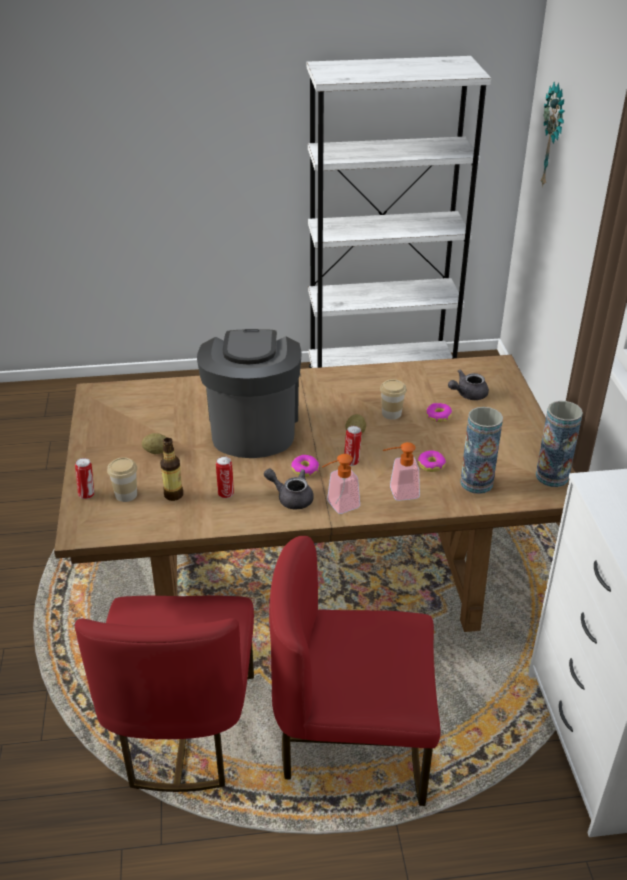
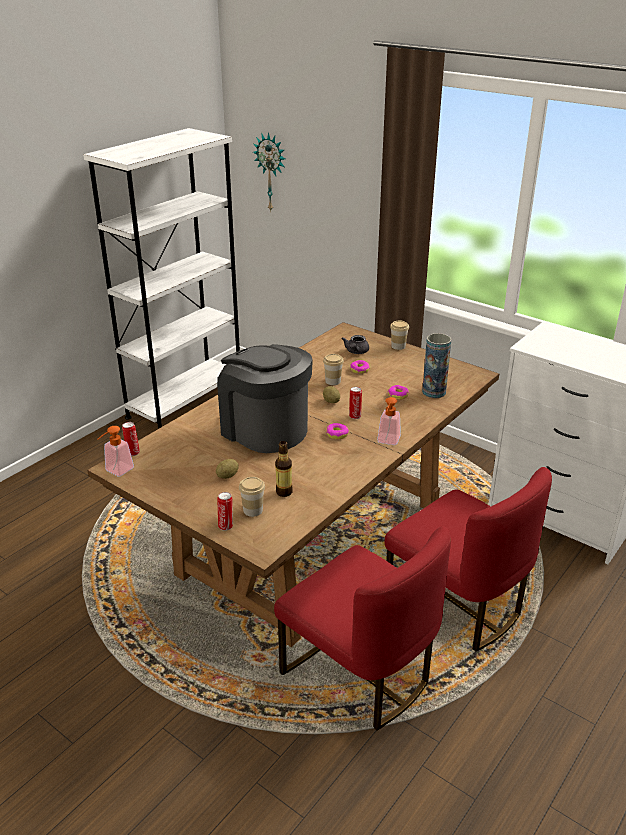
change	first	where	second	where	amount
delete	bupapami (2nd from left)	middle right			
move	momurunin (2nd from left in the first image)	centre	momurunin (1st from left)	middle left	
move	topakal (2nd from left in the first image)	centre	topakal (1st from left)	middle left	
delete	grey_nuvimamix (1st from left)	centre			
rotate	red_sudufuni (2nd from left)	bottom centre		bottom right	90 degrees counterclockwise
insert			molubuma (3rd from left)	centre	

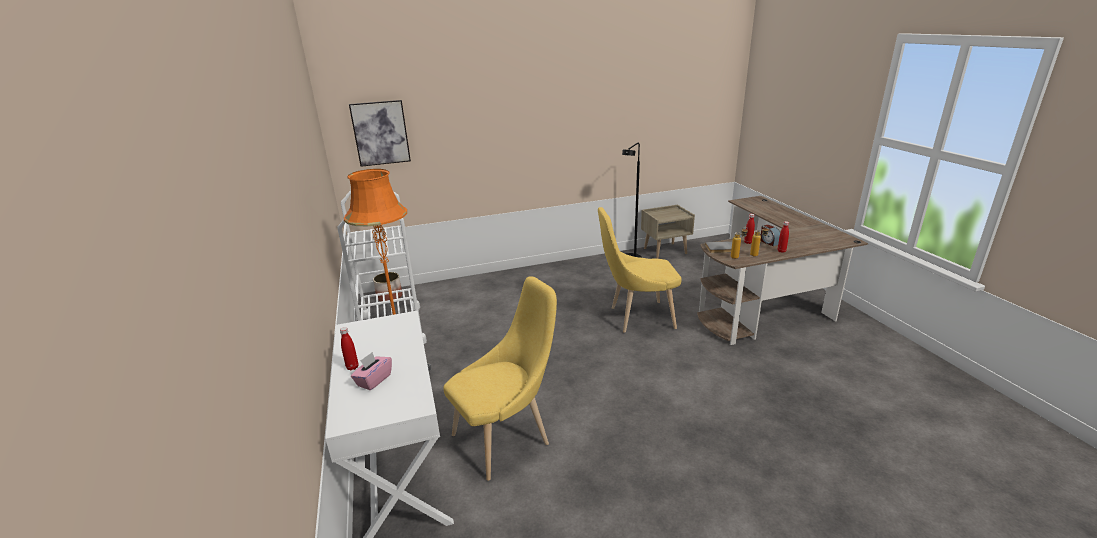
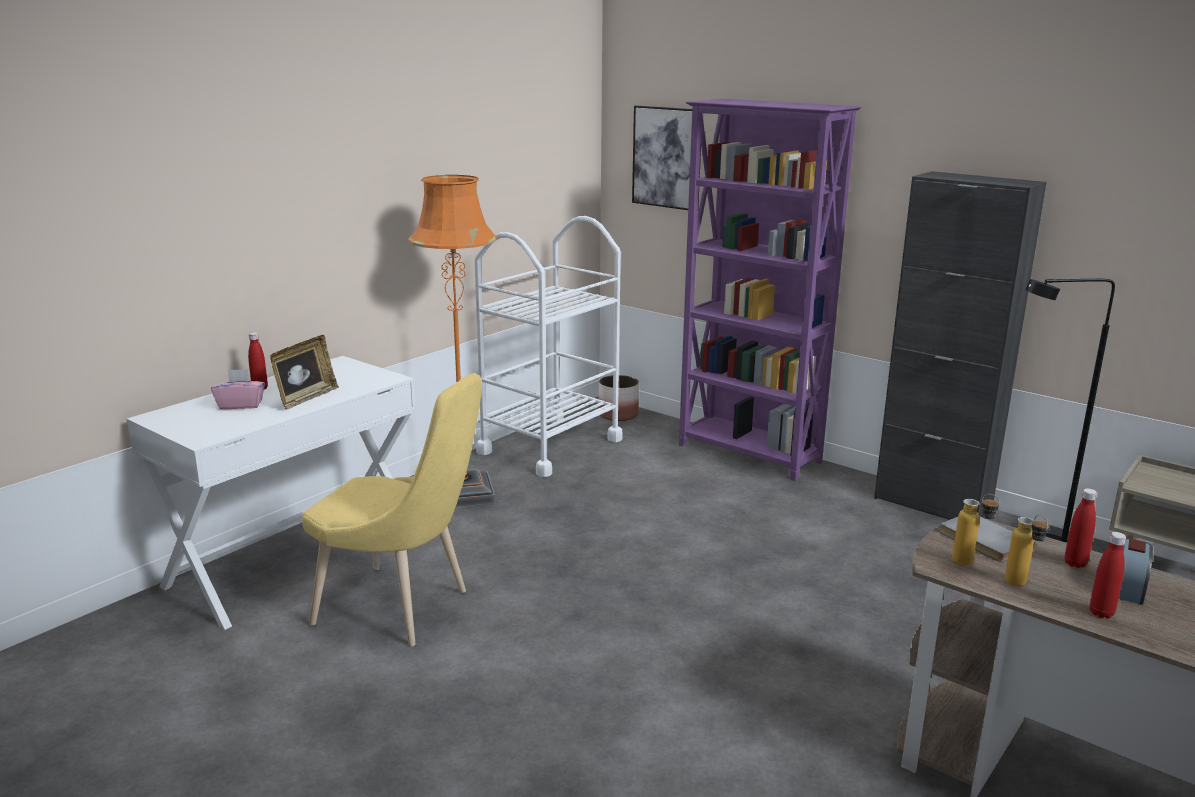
change	first	where	second	where	amount
delete	yellow_sudufuni (2nd from left)	centre			
insert			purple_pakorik	centre	
insert			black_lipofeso	middle right	
insert			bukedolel	middle left	

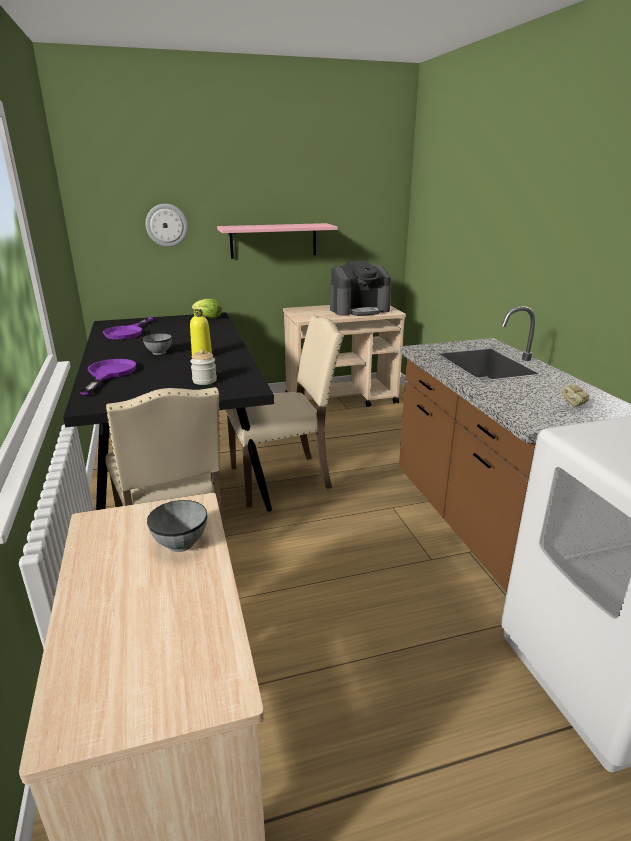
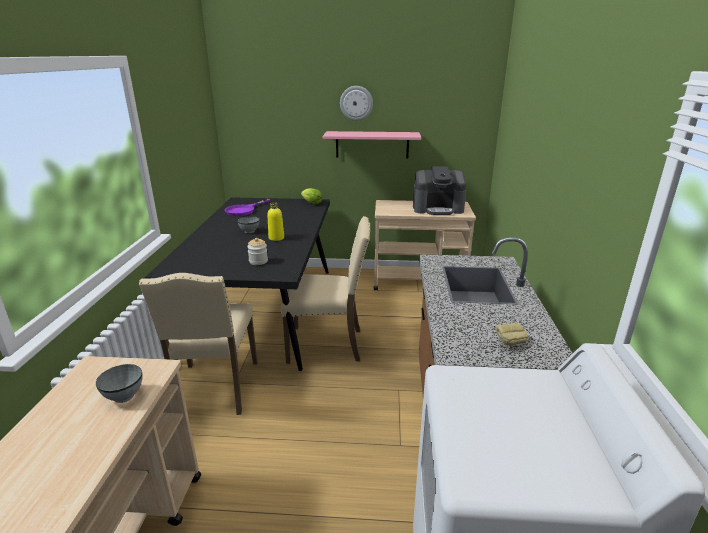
change	first	where	second	where	amount
move	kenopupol	top left		top centre	
delete	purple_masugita (1st from left)	middle left			

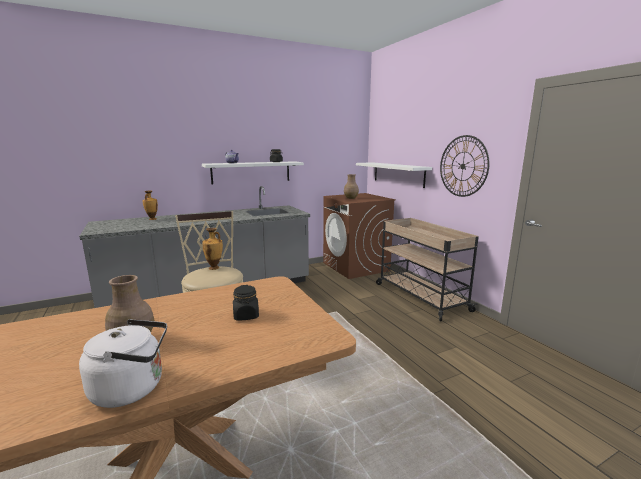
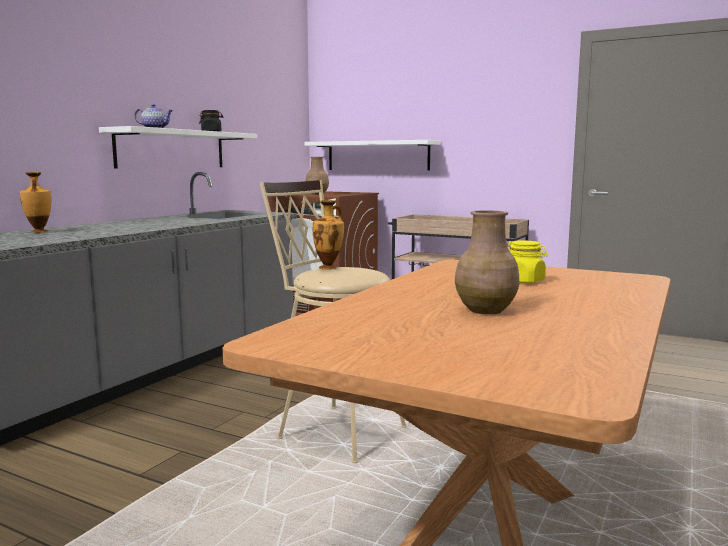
change	first	where	second	where	amount
delete	kenopupol	middle right			
recolor	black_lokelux (1st from left)	centre	yellow_lokelux	middle right	
delete	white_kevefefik	bottom left			

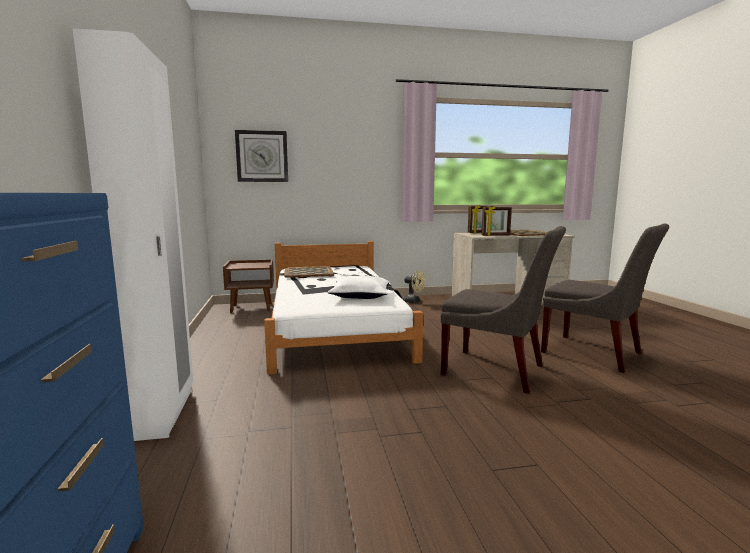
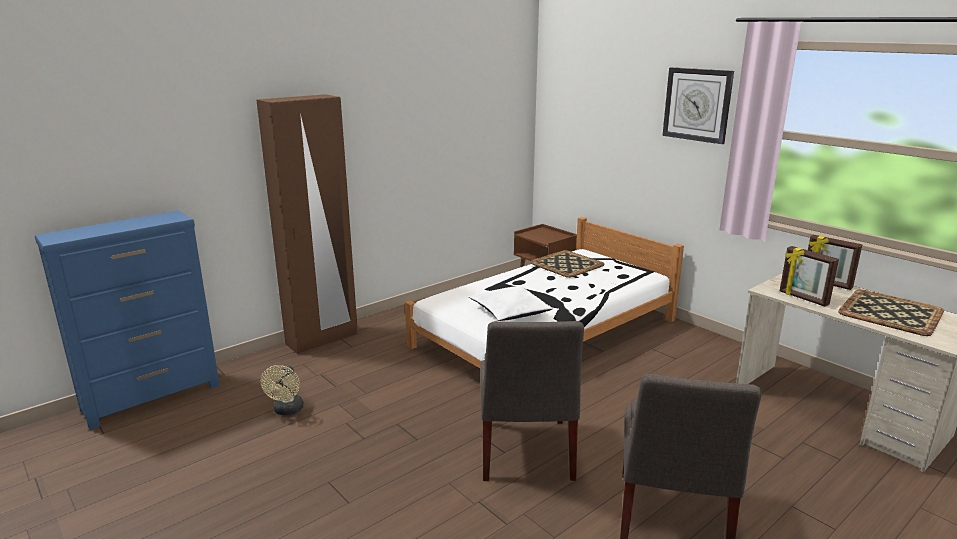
change	first	where	second	where	amount
recolor	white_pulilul	middle left	brown_pulilul	middle left	
move	kenopupol	top centre		top right	
move	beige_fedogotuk	centre		bottom left	

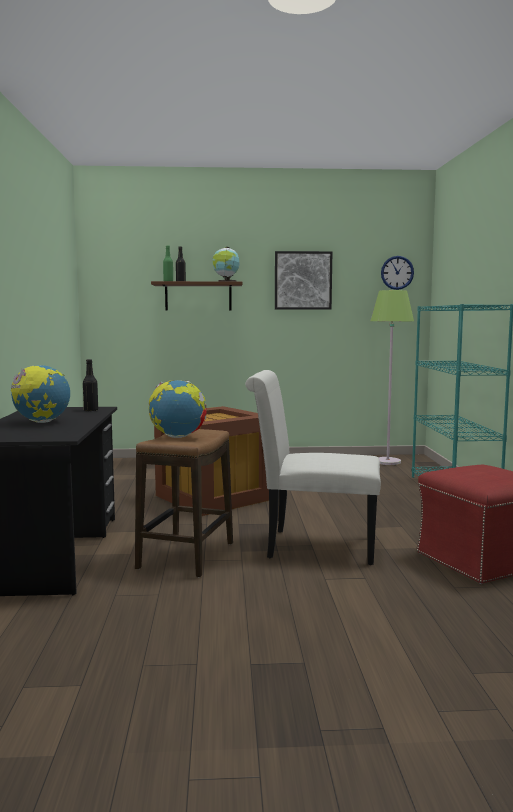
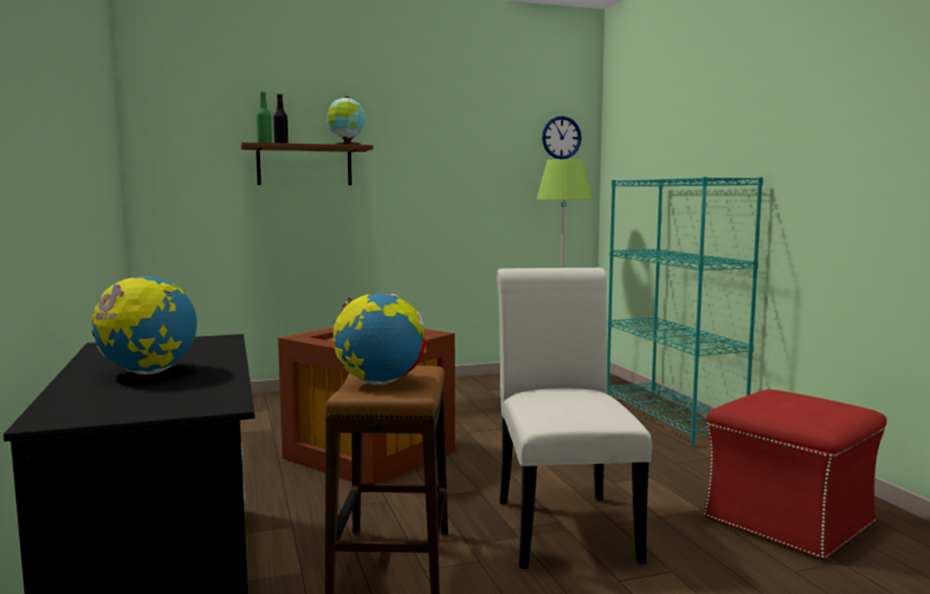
change	first	where	second	where	amount
delete	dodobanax	centre			
delete	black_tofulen (1st from left)	middle left			
rotate	white_sudufuni	centre		bottom centre	90 degrees clockwise

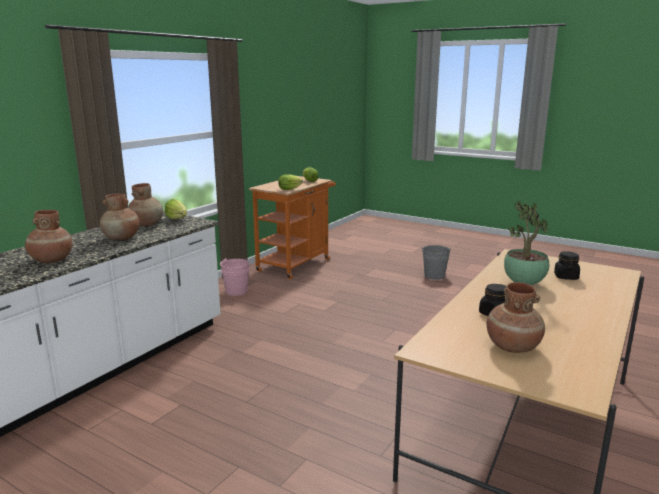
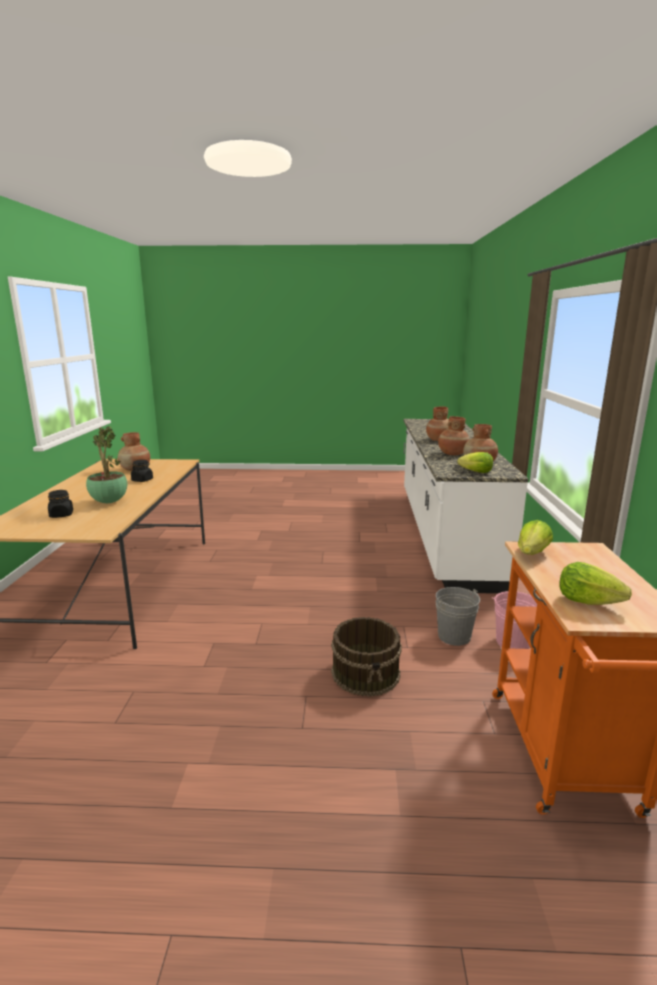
change	first	where	second	where	amount
move	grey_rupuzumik	centre		middle right	
insert			brown_rupuzumik	bottom centre	

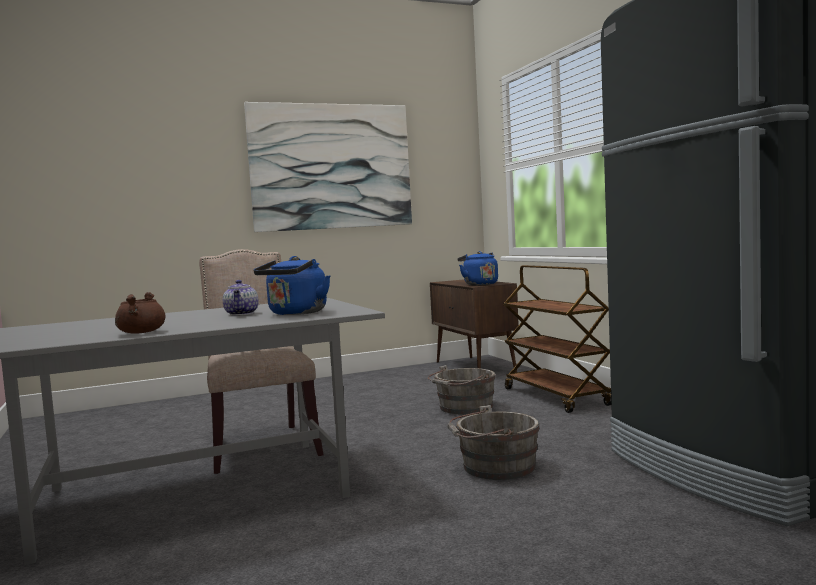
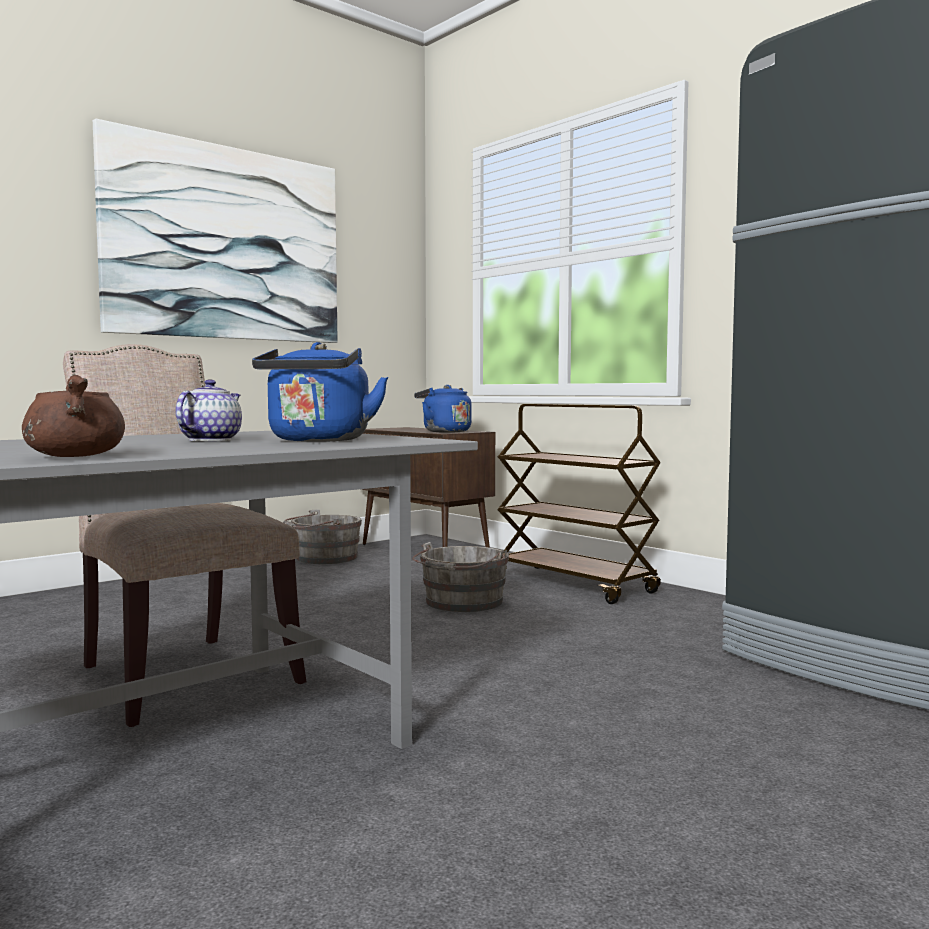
change	first	where	second	where	amount
rotate	nuvimamix	middle left		middle left	135 degrees counterclockwise
move	grey_rupuzumik (2nd from left in the first image)	bottom centre	grey_rupuzumik (1st from left)	centre	

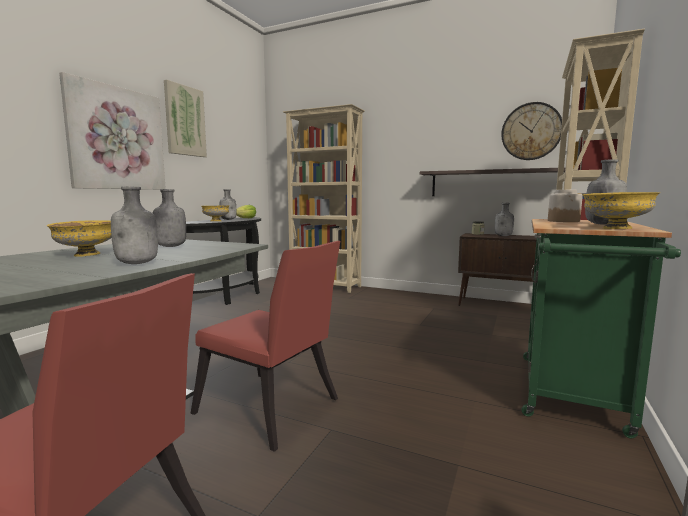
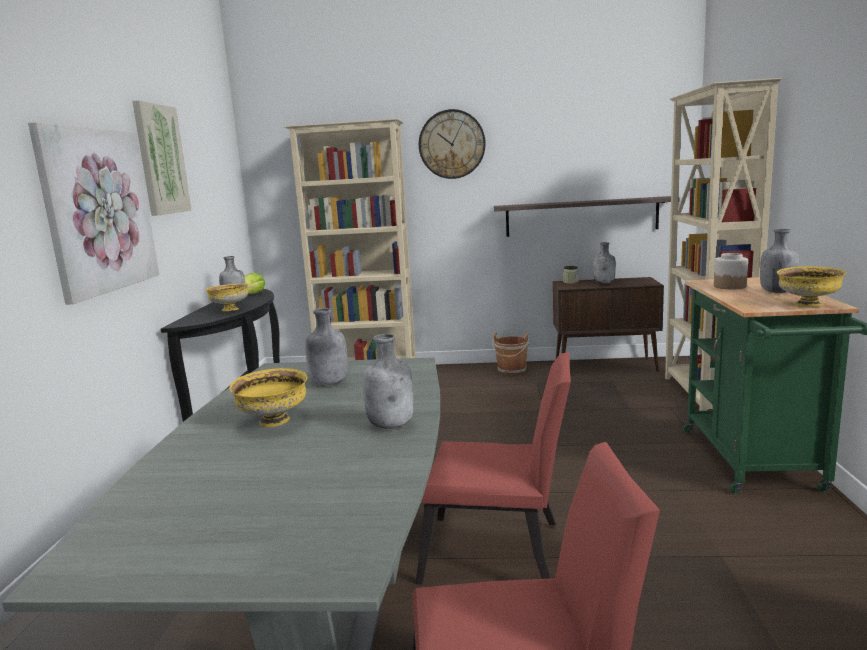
change	first	where	second	where	amount
move	kenopupol	top right		top centre	
insert			brown_rupuzumik	centre	

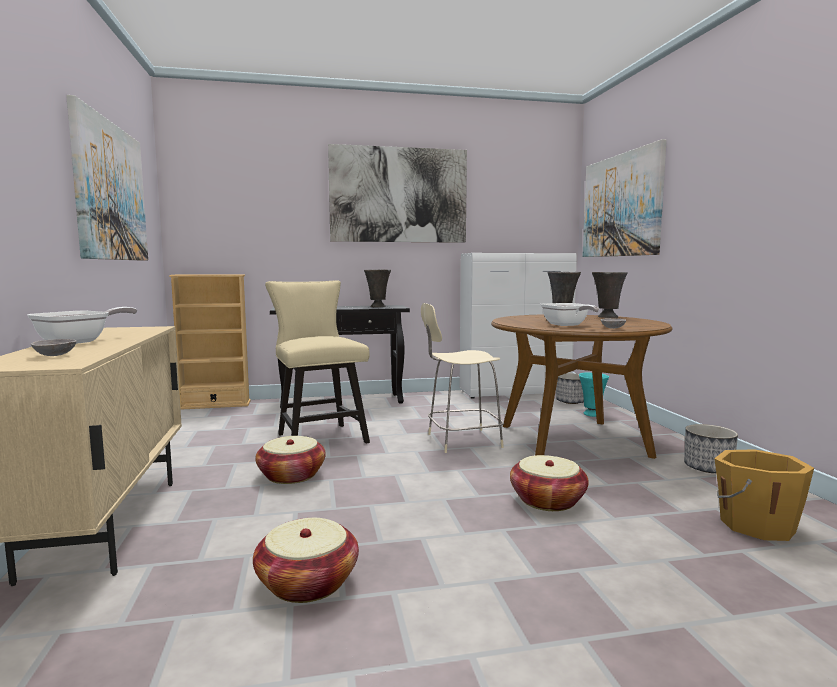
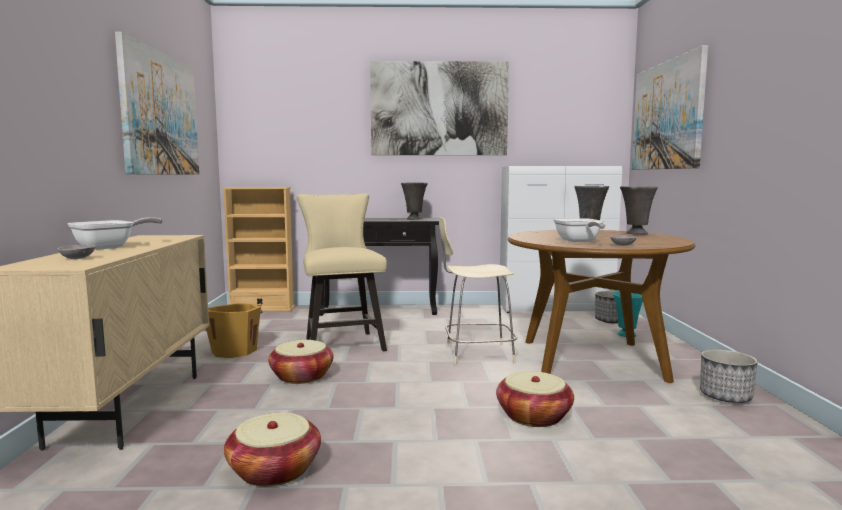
change	first	where	second	where	amount
move	orange_rupuzumik	bottom right		middle left	

